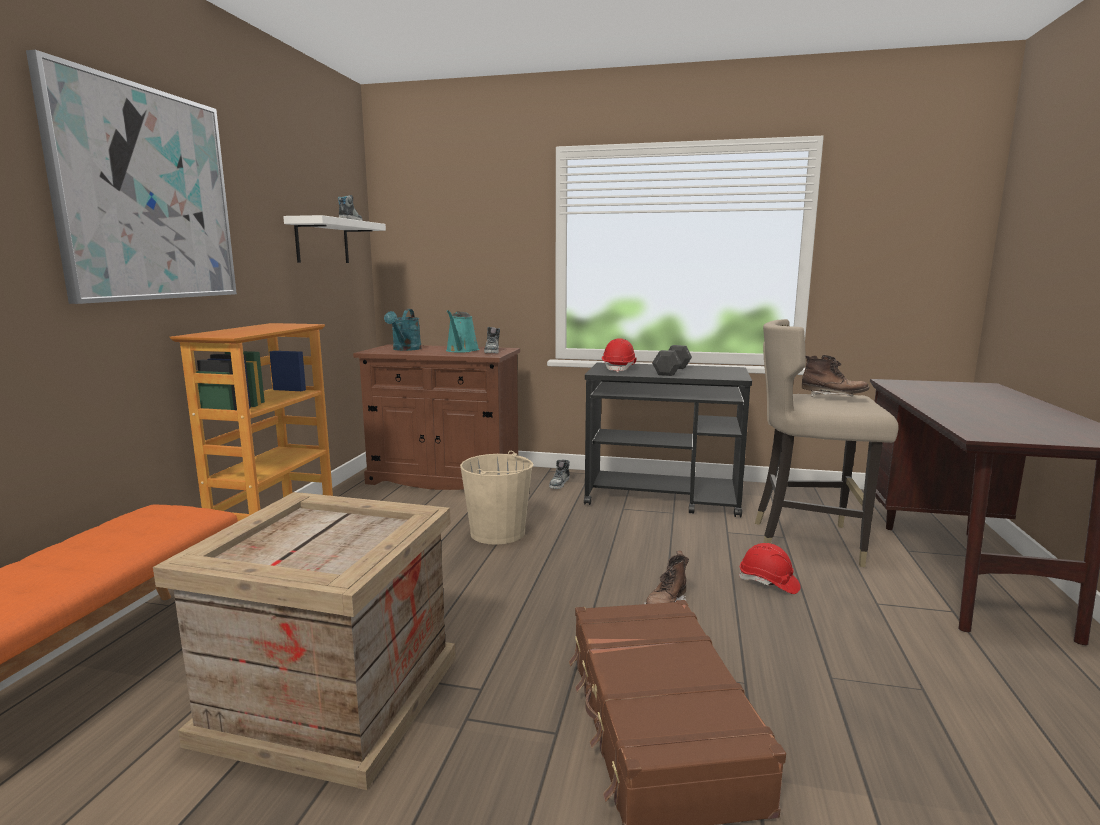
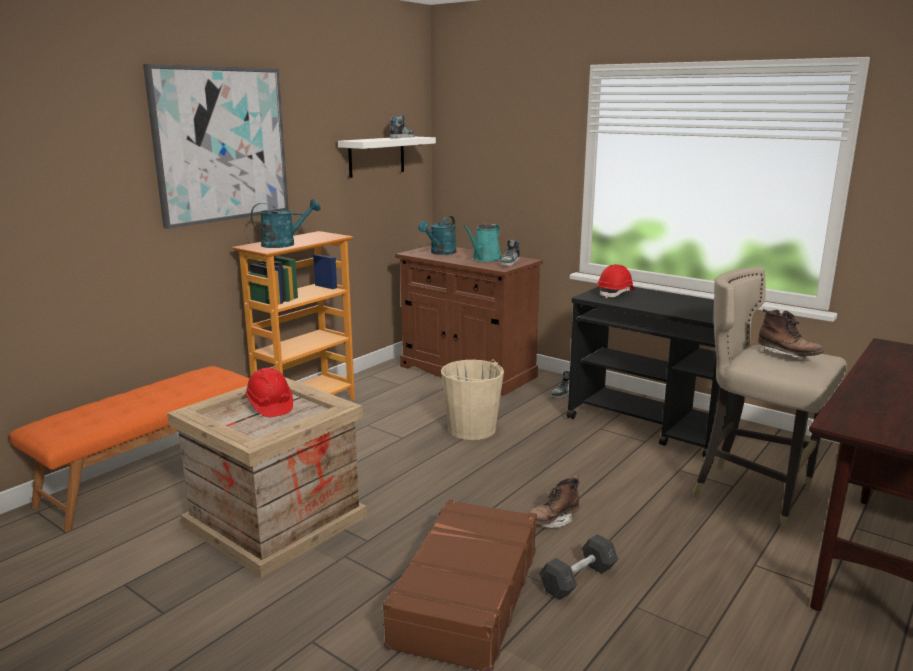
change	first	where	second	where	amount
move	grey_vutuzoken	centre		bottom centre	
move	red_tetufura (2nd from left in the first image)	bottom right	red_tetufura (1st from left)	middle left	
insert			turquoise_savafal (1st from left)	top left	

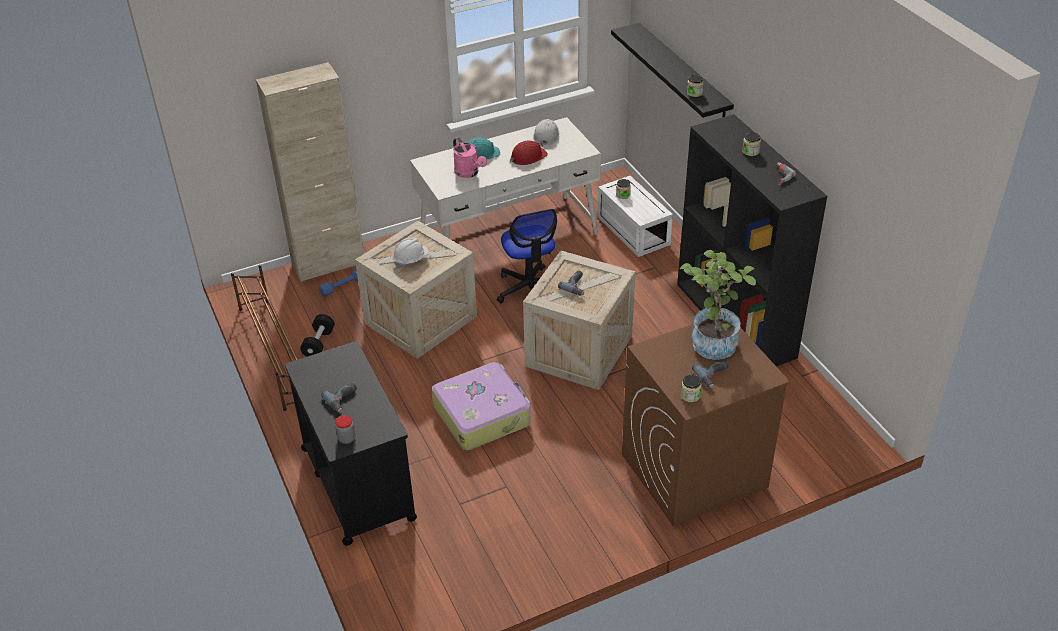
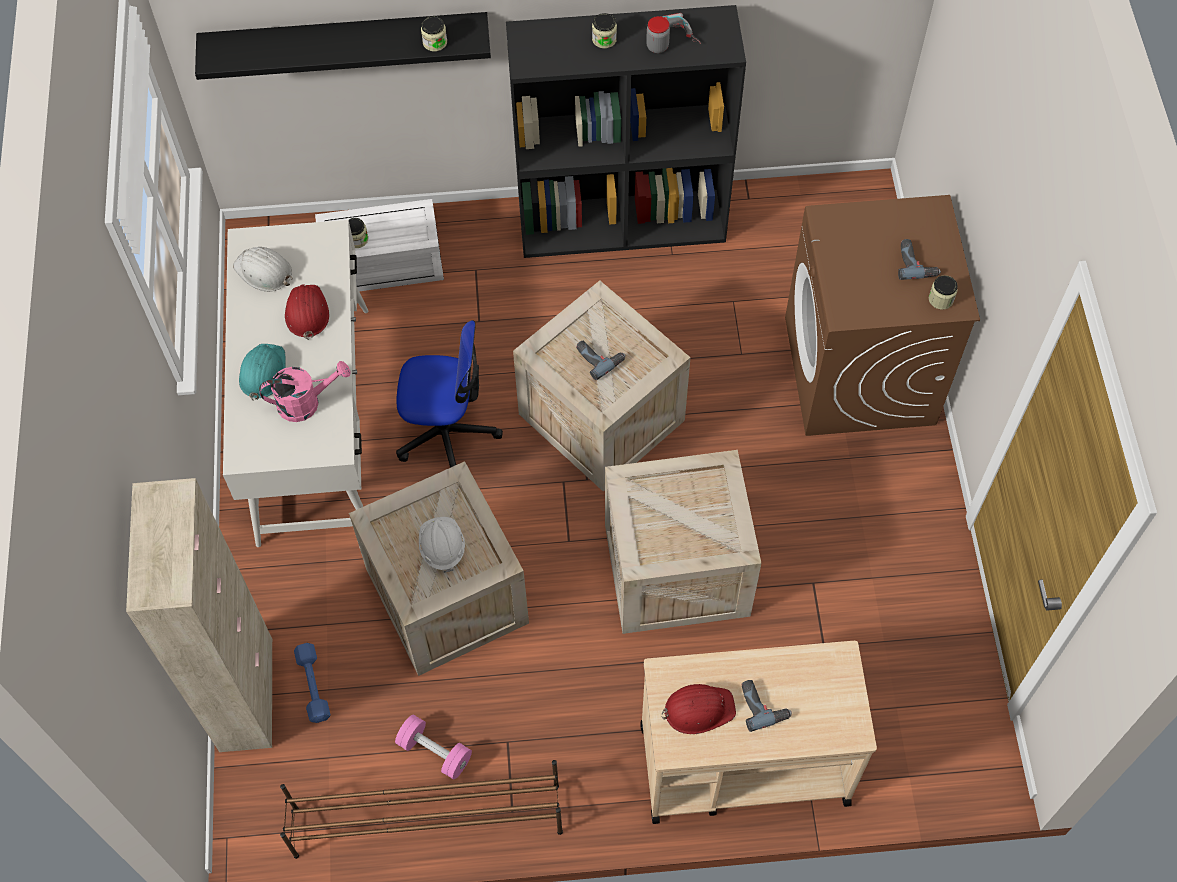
change	first	where	second	where	amount
delete	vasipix	middle right			
recolor	black_vutuzoken	middle left	pink_vutuzoken	bottom centre	
recolor	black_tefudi	bottom left	beige_tefudi	bottom centre	
replace	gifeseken	centre	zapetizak (3rd from left)	centre	
move	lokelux (1st from left in the first image)	bottom left	lokelux (4th from left)	top centre	
insert			red_tetufura (2nd from left)	bottom centre	

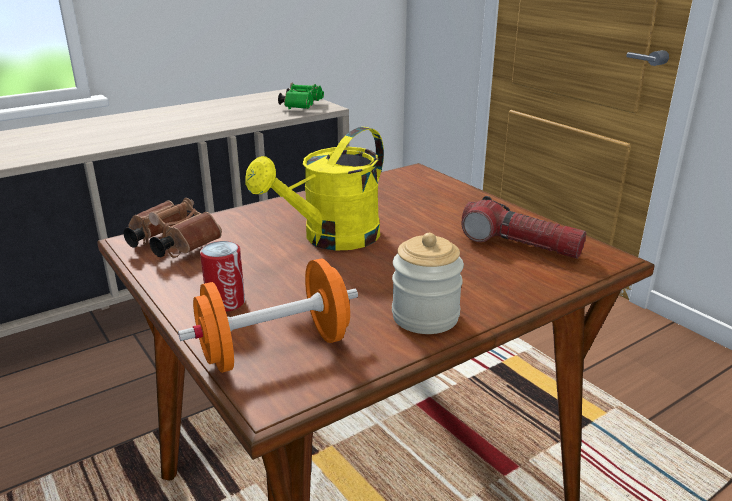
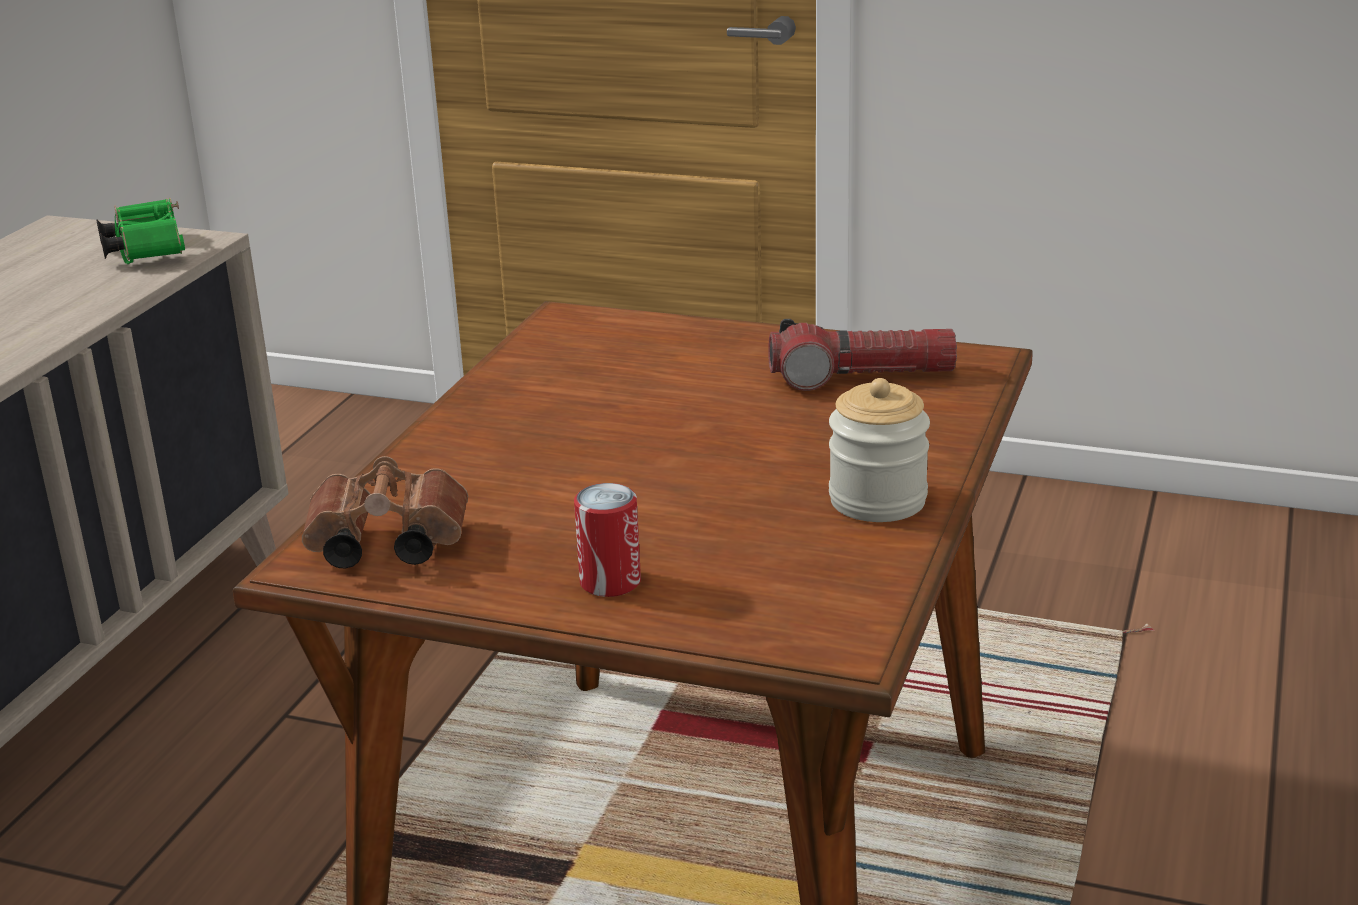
change	first	where	second	where	amount
delete	yellow_savafal	centre			
delete	orange_vutuzoken	centre			

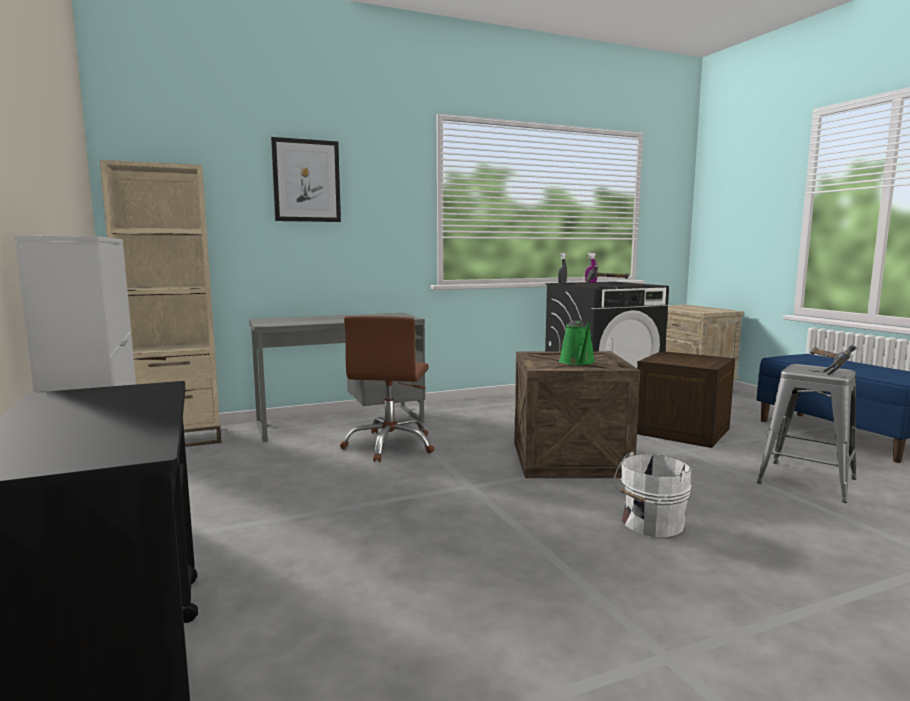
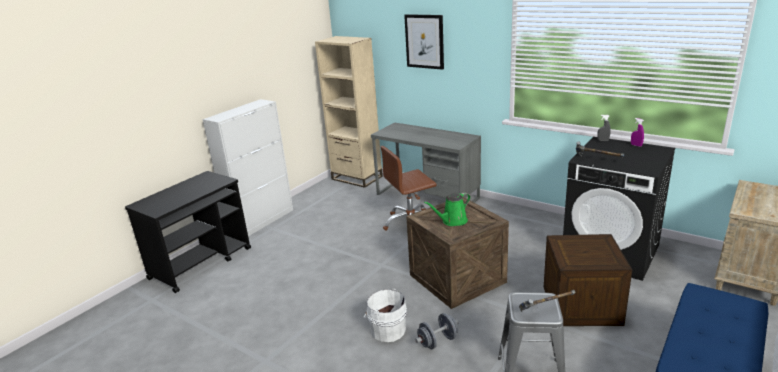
change	first	where	second	where	amount
insert			grey_vutuzoken	bottom centre	

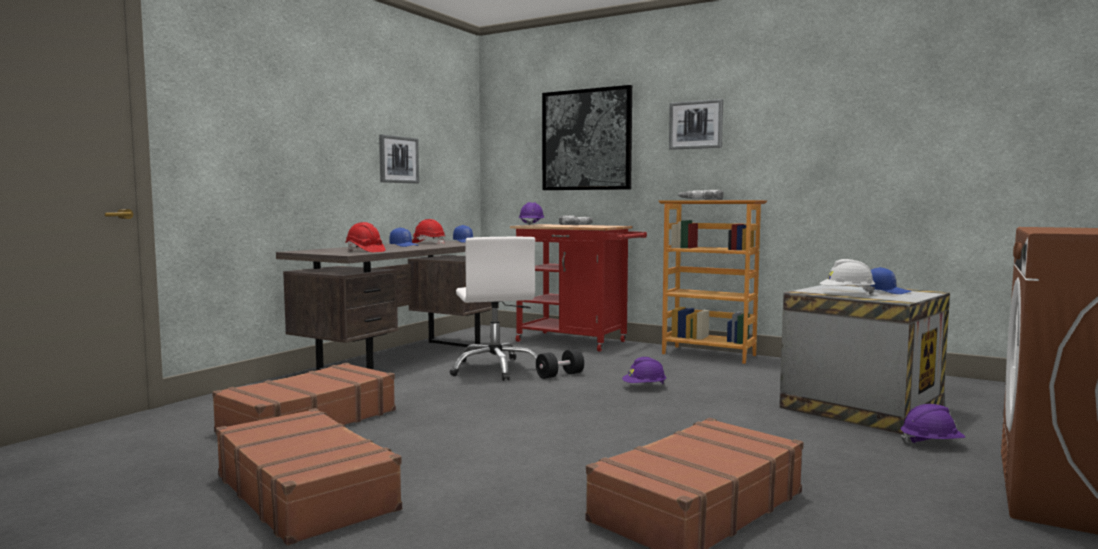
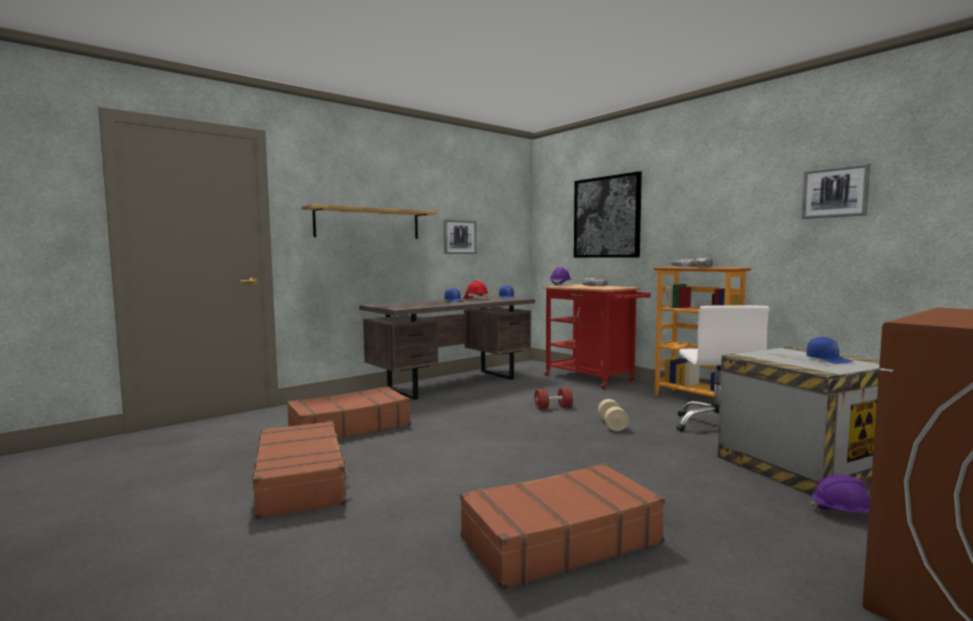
change	first	where	second	where	amount
move	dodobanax (3rd from left)	top centre		top right	
delete	red_tetufura (1st from left)	middle left			
move	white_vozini	centre		middle right	
delete	white_tetufura	middle right			
recolor	black_vutuzoken	centre	red_vutuzoken	centre	
replace	purple_tetufura (2nd from left)	bottom centre	beige_vutuzoken	bottom centre	
insert			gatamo	centre	

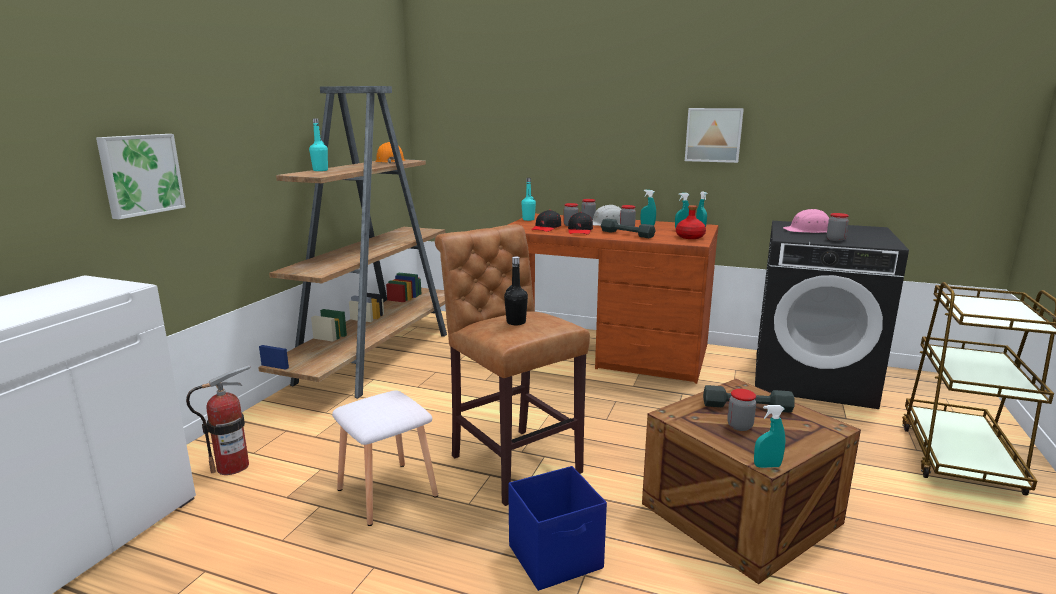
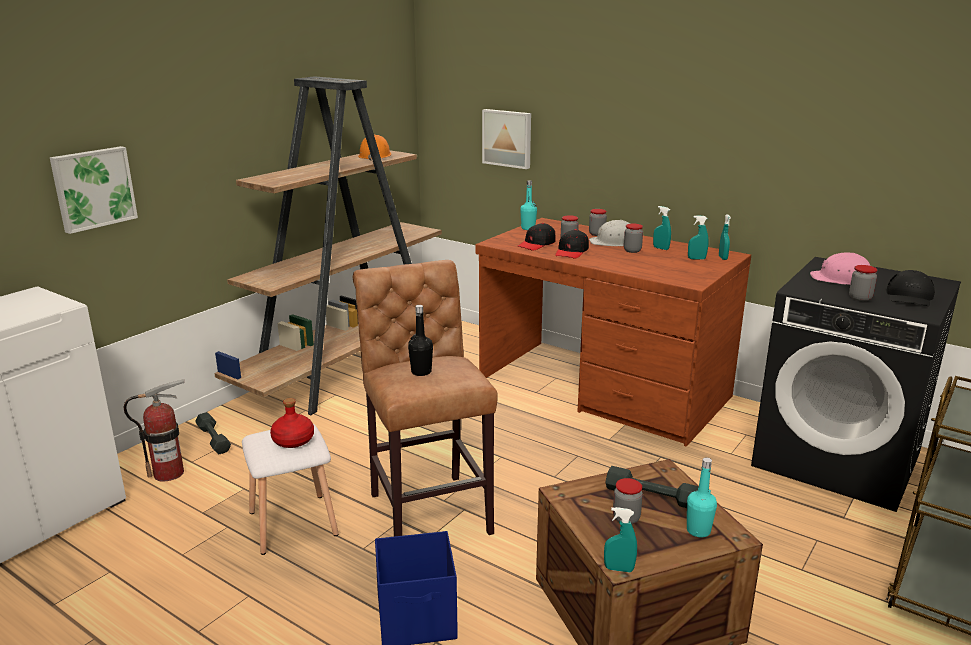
change	first	where	second	where	amount
move	dodobanax (2nd from left)	top right		top centre	
move	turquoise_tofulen (1st from left in the first image)	top left	turquoise_tofulen (2nd from left)	bottom right	
move	red_tofulen	centre		middle left	
move	grey_vutuzoken (1st from left)	centre		bottom left	
insert			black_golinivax (3rd from left)	middle right	

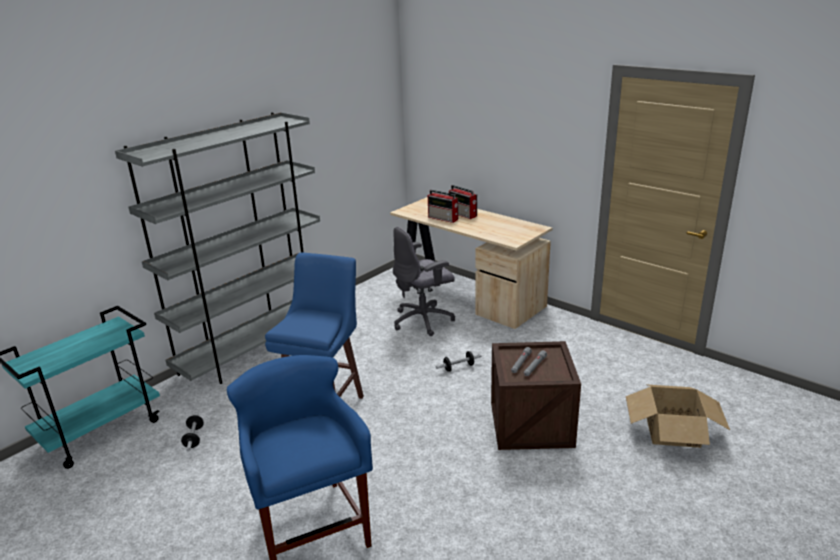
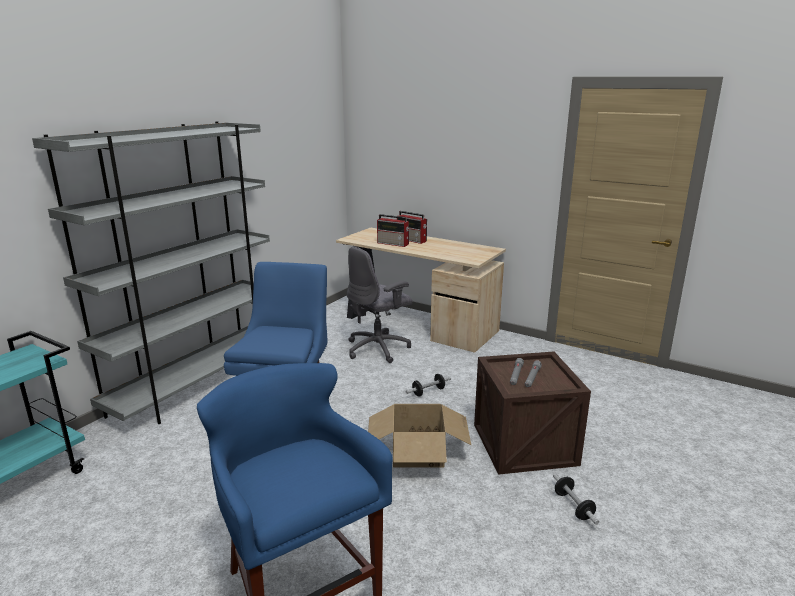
change	first	where	second	where	amount
move	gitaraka	bottom right		bottom centre	
move	vutuzoken (1st from left in the first image)	bottom left	vutuzoken (2nd from left)	bottom right	

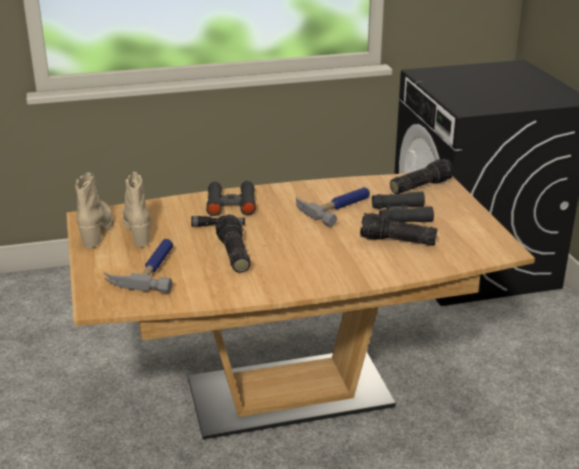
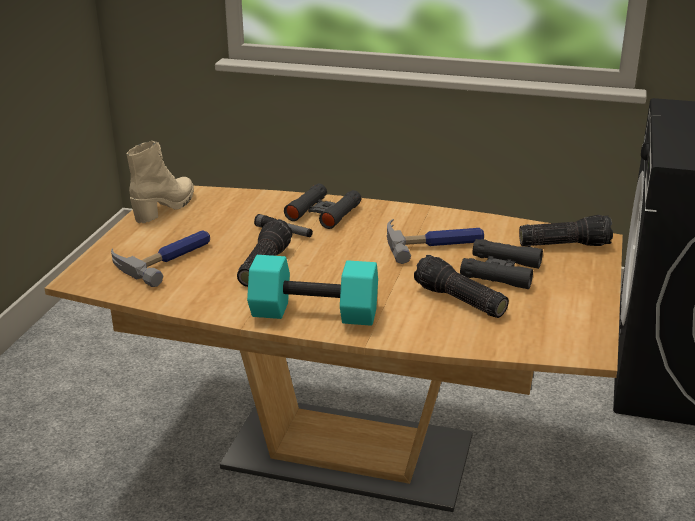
change	first	where	second	where	amount
delete	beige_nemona (2nd from left)	middle left			
insert			turquoise_vutuzoken	centre	

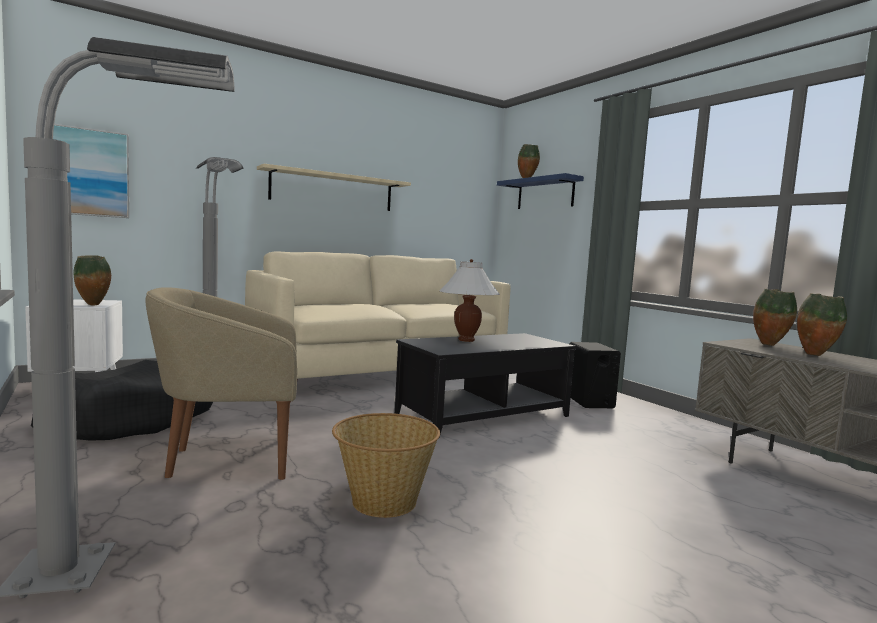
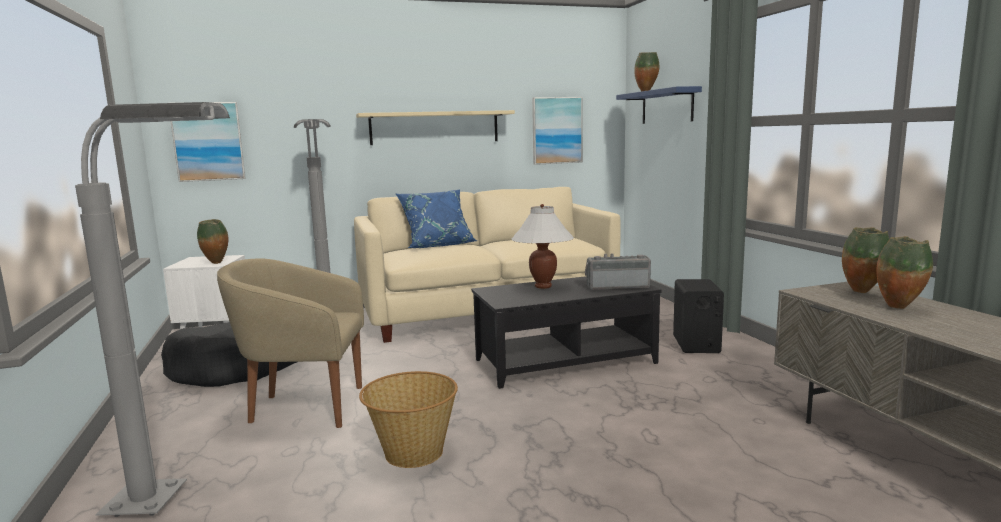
change	first	where	second	where	amount
insert			dodobanax (2nd from left)	top centre	
insert			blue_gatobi	centre	
insert			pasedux	centre	

